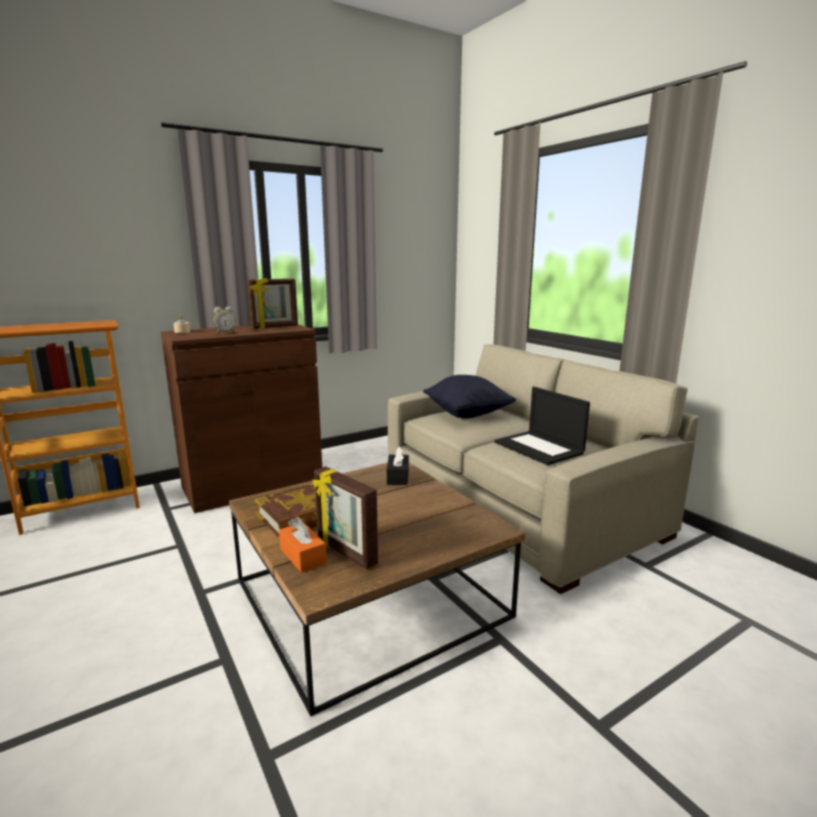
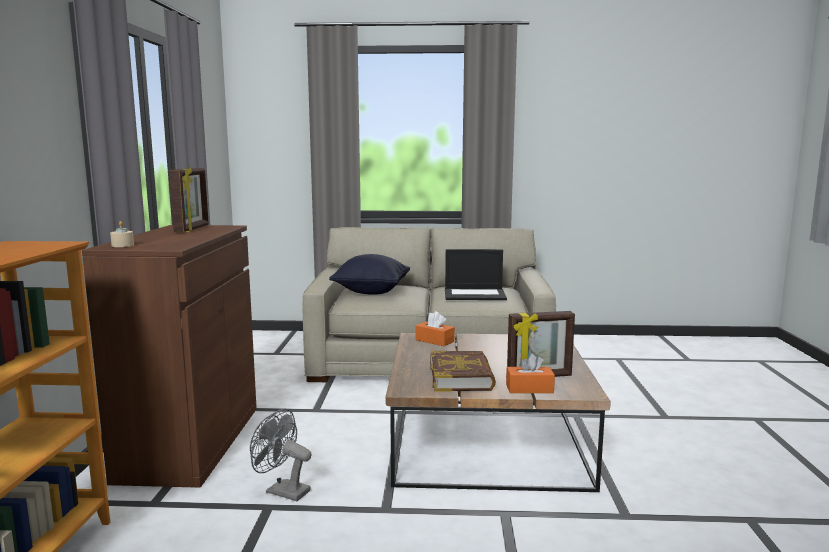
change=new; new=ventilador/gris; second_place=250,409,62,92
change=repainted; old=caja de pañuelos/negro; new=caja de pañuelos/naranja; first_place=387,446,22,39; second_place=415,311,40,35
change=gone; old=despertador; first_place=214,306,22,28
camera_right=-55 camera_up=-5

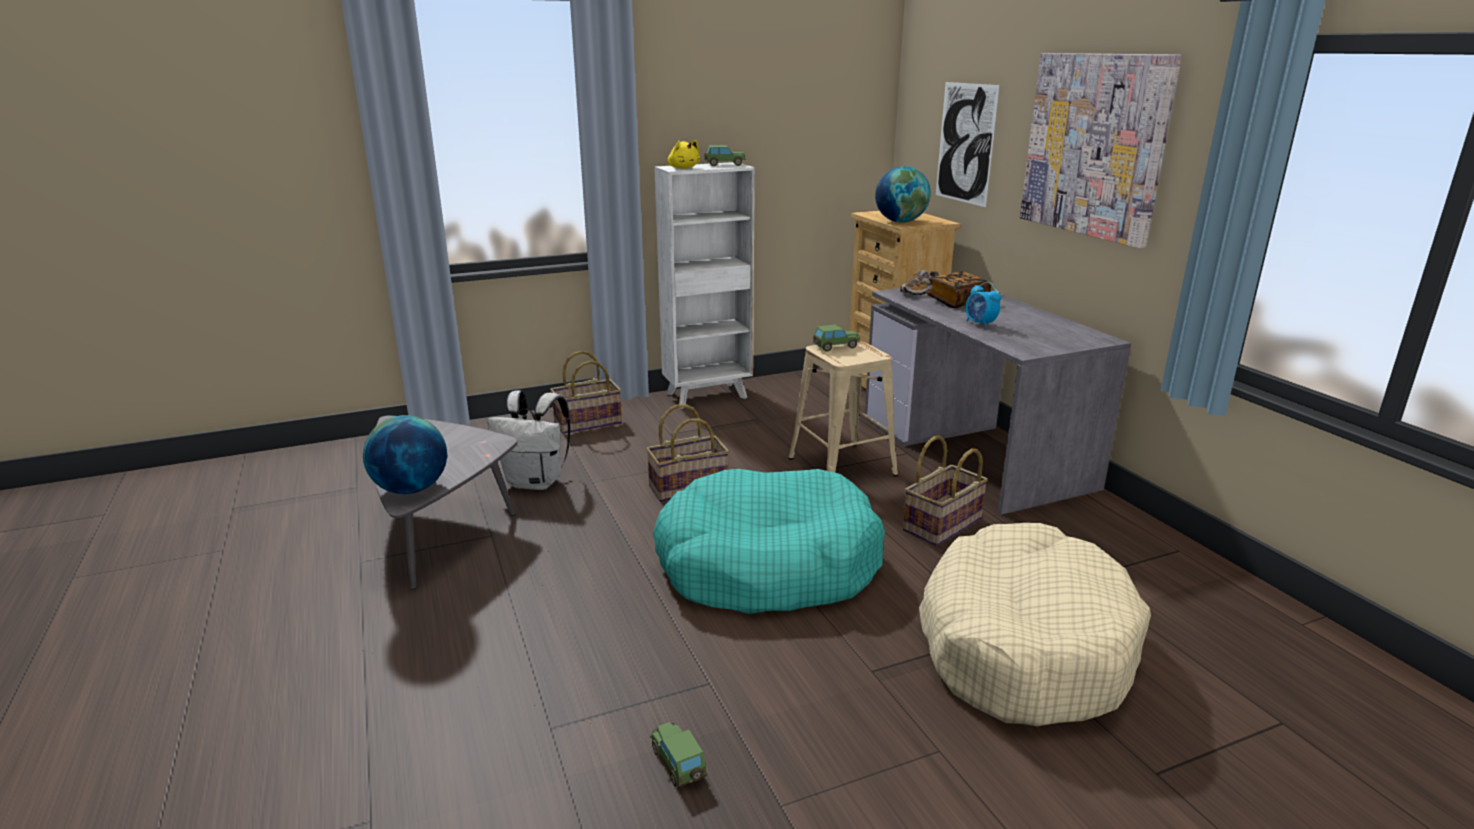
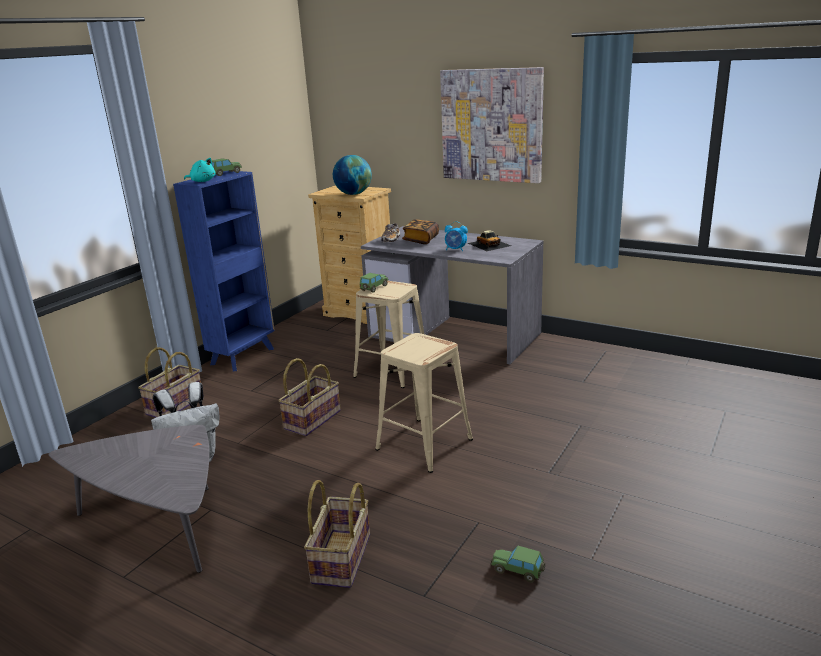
change=repainted; old=estantería/blanco; new=estantería/azul; first_place=654,162,101,247; second_place=173,171,102,201
change=repainted; old=peluche/amarillo; new=peluche/turquesa; first_place=668,140,32,29; second_place=184,158,31,24
change=shifted; old=cesta; first_place=903,435,85,111; second_place=304,480,66,108
change=swapped; old=cama para perro/turquesa; new=taburete/beis; first_place=653,469,232,145; second_place=375,333,98,140
change=new; new=coche de juguete; second_place=468,230,43,21
change=gone; old=globo terráqueo; first_place=363,415,84,79
change=gone; old=cama para perro/beis; first_place=919,523,232,203
change=gone; old=cuadro; first_place=936,82,64,125
camera_right=-35 camera_up=0

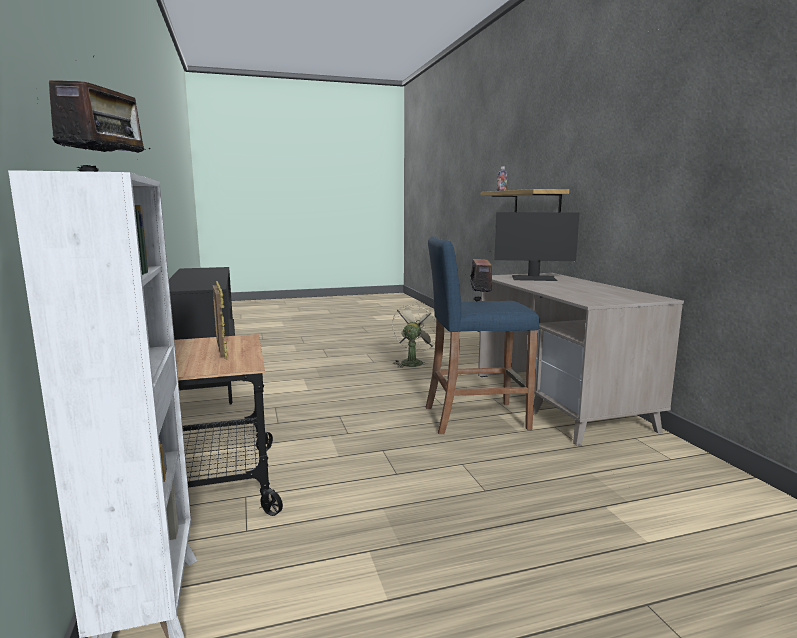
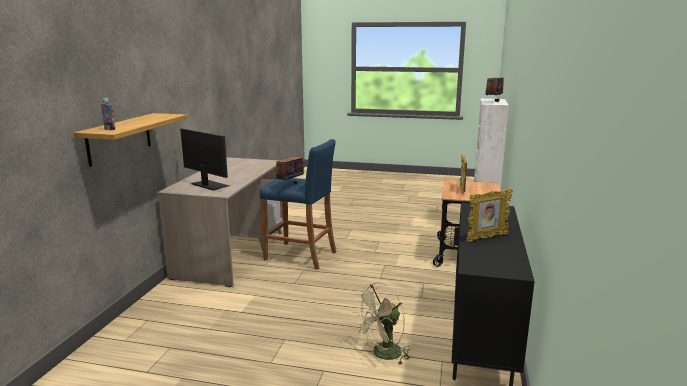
change=shifted; old=ventilador/beis; first_place=392,302,44,66; second_place=353,282,57,84
change=new; new=portarretratos; second_place=466,188,47,54
camera_right=-150 camera_up=5

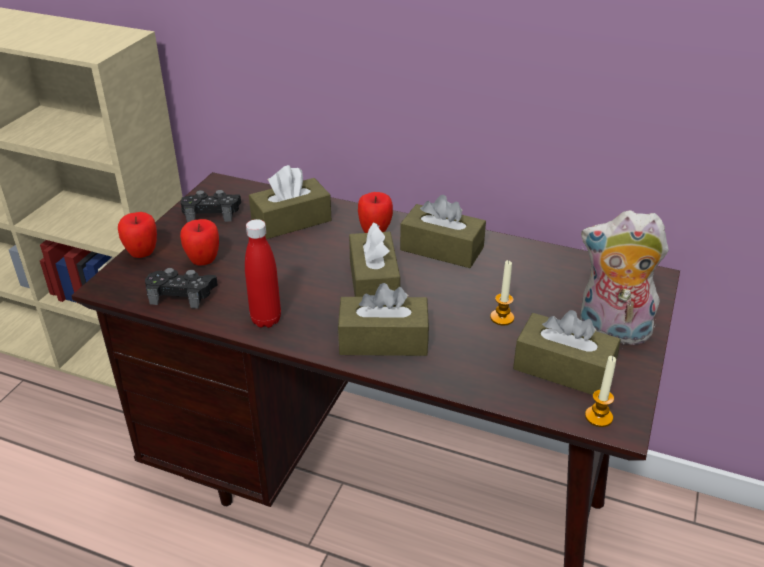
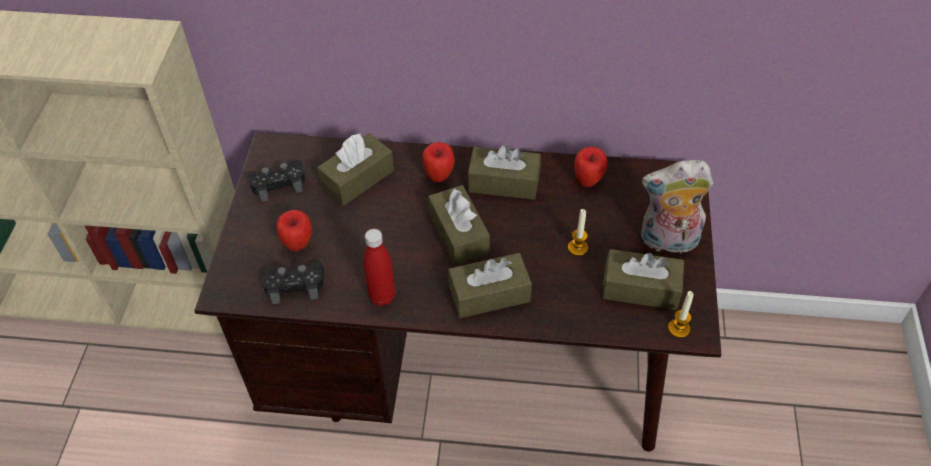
change=shifted; old=manzana; first_place=118,212,39,46; second_place=574,147,33,40
camera_right=-15 camera_up=15

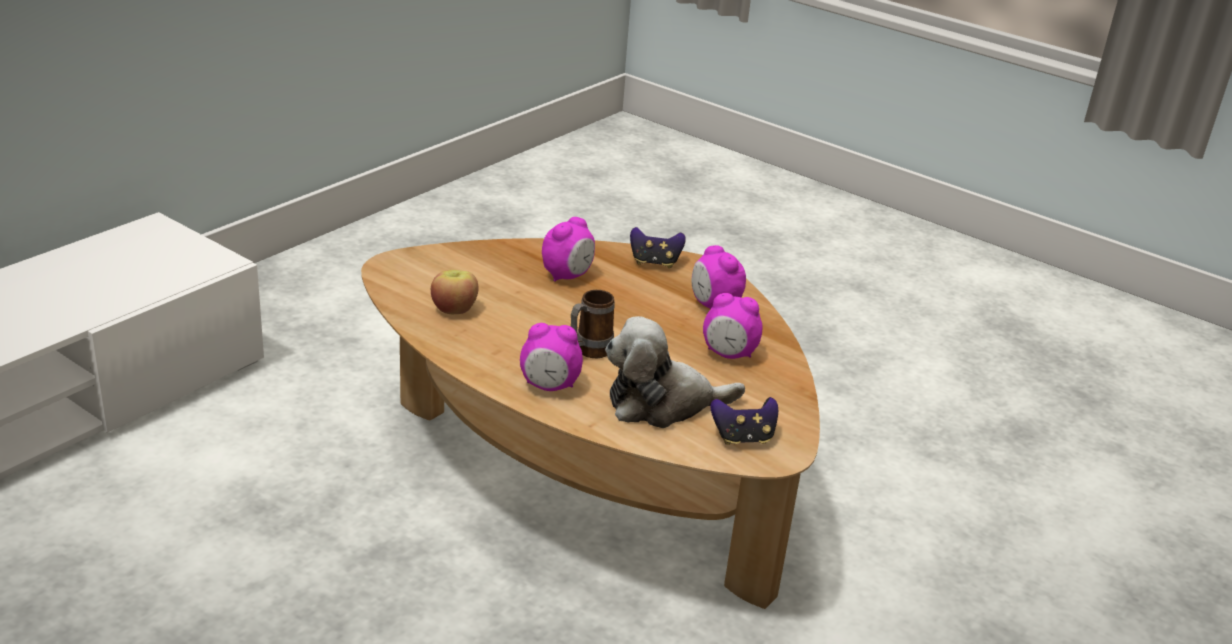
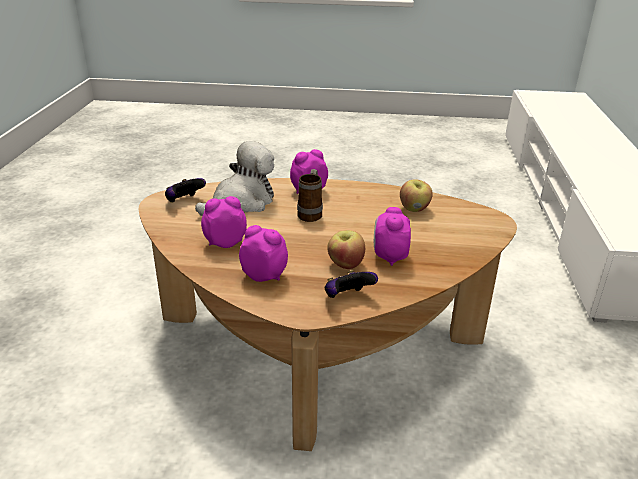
change=new; new=manzana; second_place=327,230,38,39
camera_right=150 camera_up=0

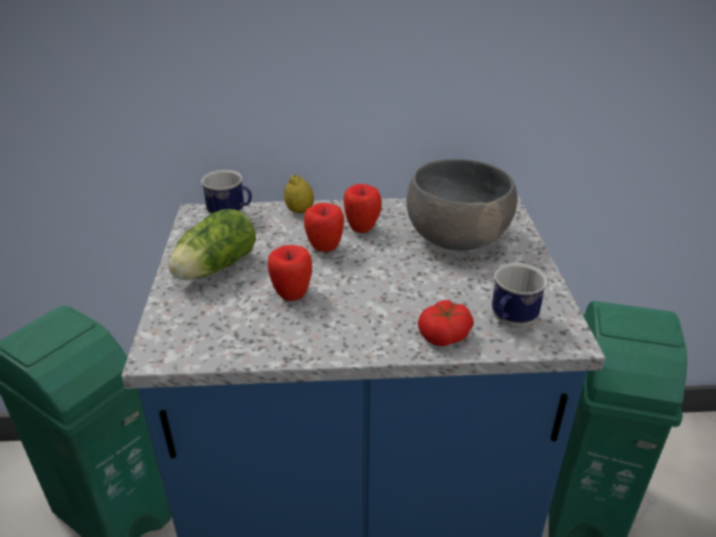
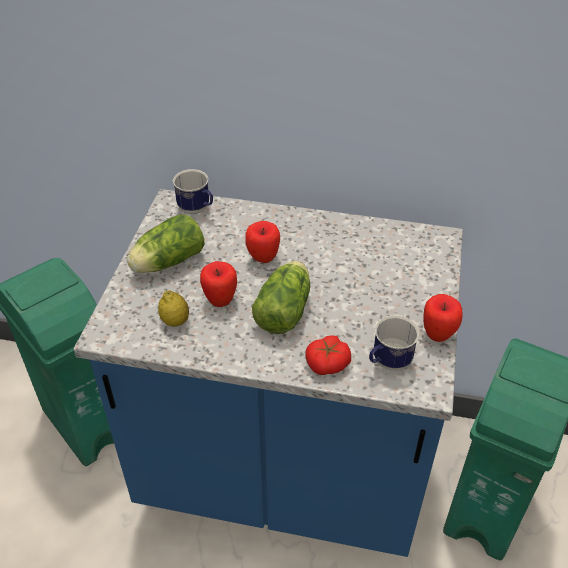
change=shifted; old=limón; first_place=284,175,30,38; second_place=158,290,31,37
change=new; new=lechuga; second_place=252,261,58,73
change=shifted; old=manzana; first_place=344,184,37,49; second_place=423,294,40,48
change=gone; old=cuenco/gris; first_place=406,159,111,92
camera_right=15 camera_up=10

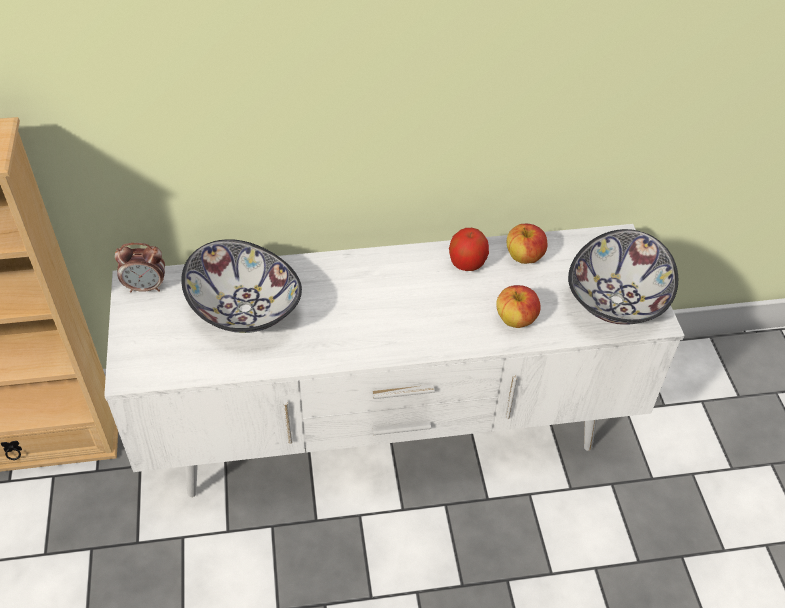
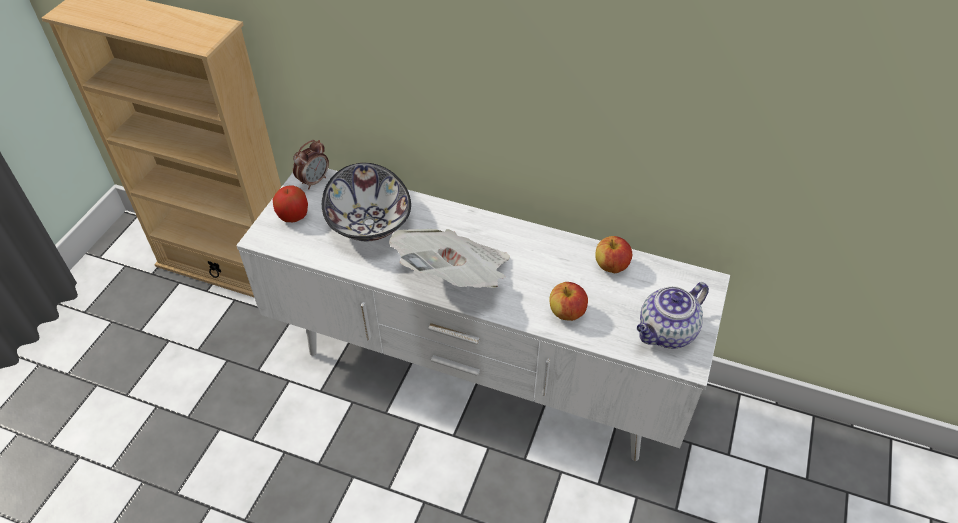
change=shifted; old=manzana; first_place=449,228,40,43; second_place=273,186,35,36
change=rotated; old=despertador; first_place=115,243,50,50; second_place=293,140,36,50; degrees=-75
change=new; new=periódico; second_place=389,229,121,59
change=swapped; old=cuenco; new=tetera; first_place=568,229,110,96; second_place=637,282,72,67
camera_right=30 camera_up=0

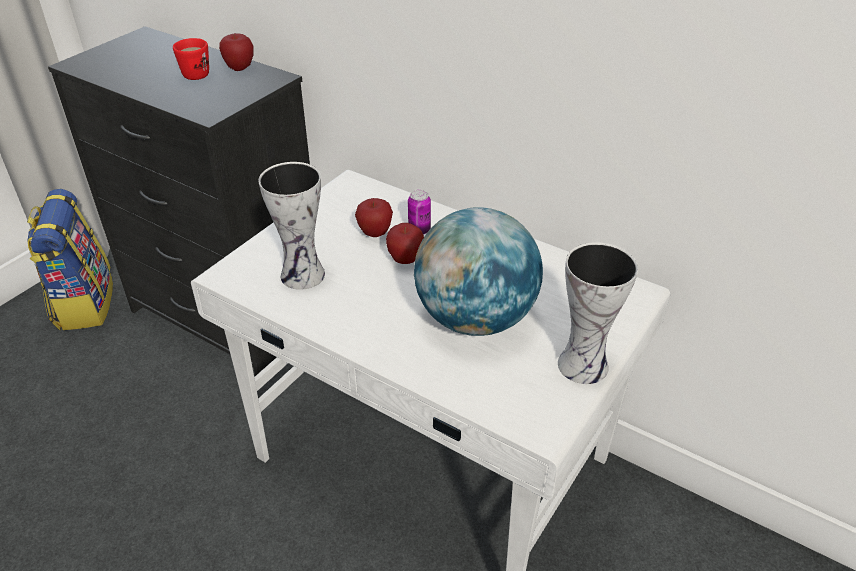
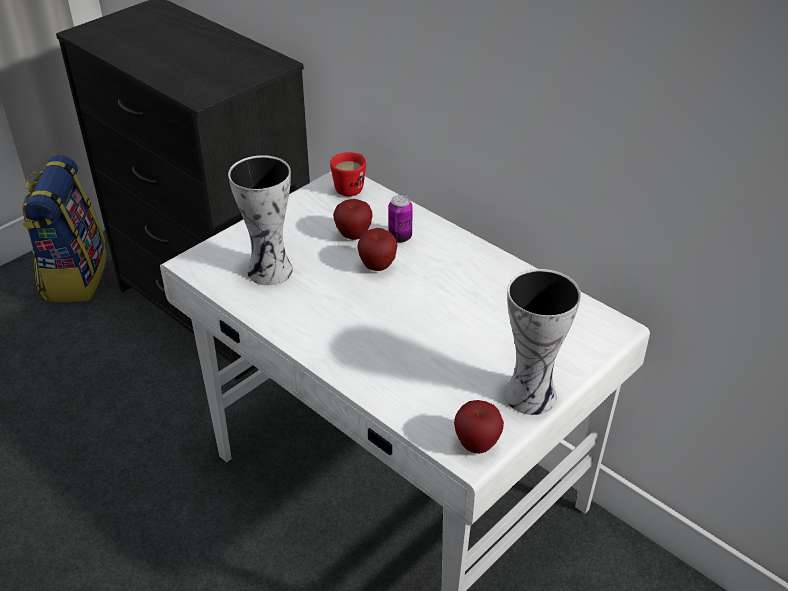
change=shifted; old=taza grande/rojo; first_place=173,38,36,42; second_place=330,152,36,44
change=shifted; old=manzana; first_place=219,33,35,38; second_place=454,400,50,54
change=gone; old=globo terráqueo; first_place=414,207,129,129
camera_right=10 camera_up=0

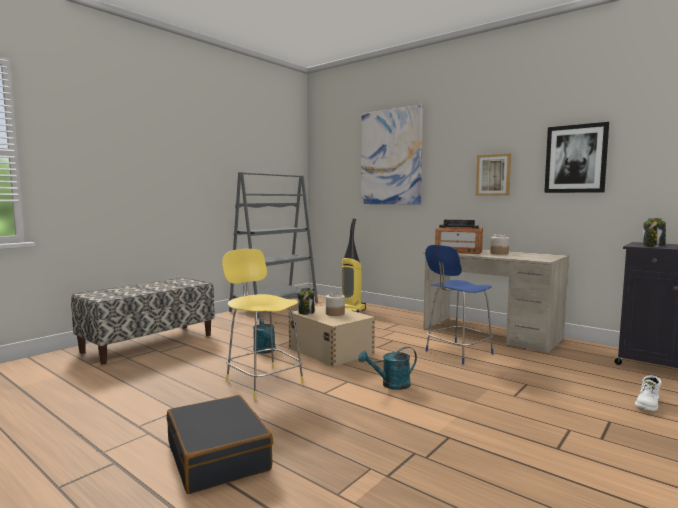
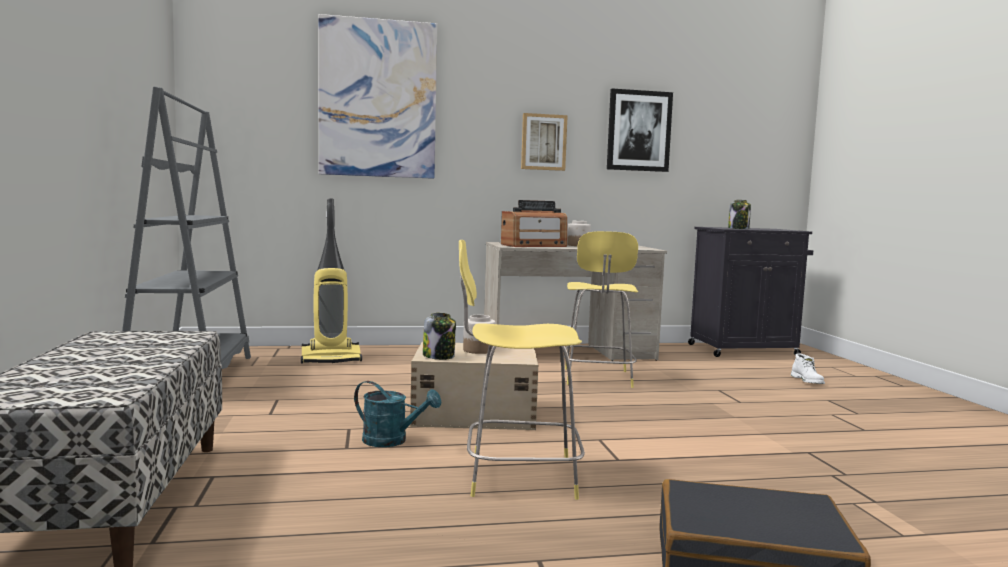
change=repainted; old=taburete/azul; new=taburete/amarillo; first_place=425,245,68,119; second_place=564,231,74,157
change=gone; old=regadera/turquesa; first_place=358,347,59,43
camera_right=-50 camera_up=0

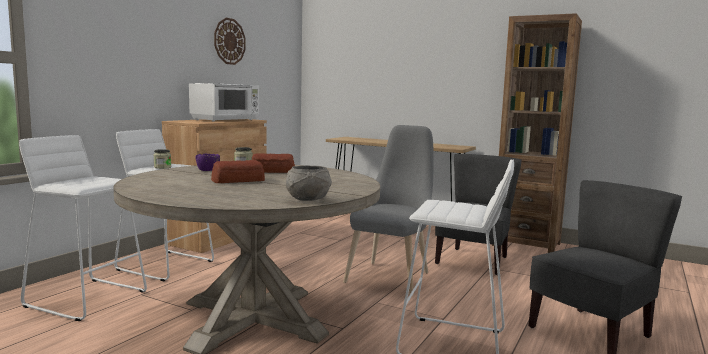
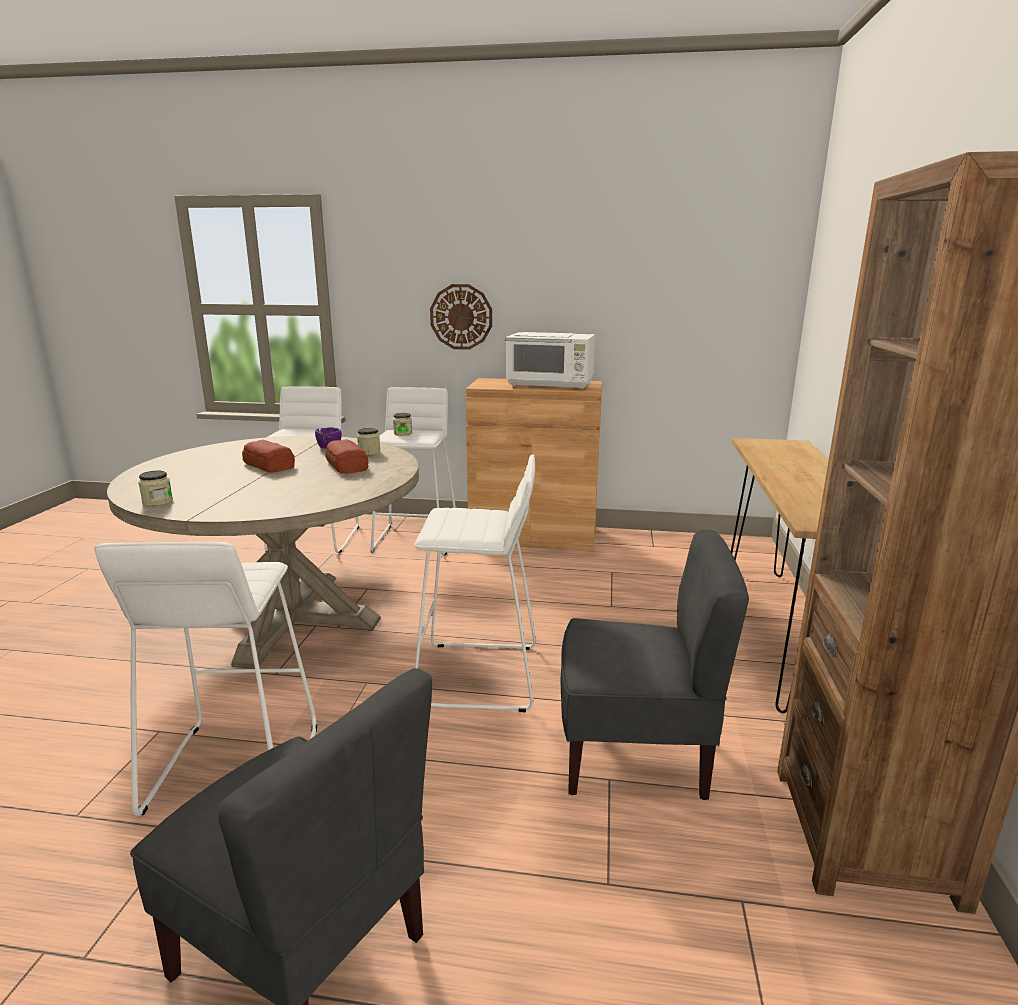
change=swapped; old=cuenco/gris; new=tarro; first_place=286,166,46,35; second_place=139,471,34,36
change=swapped; old=silla/gris; new=taburete/blanco; first_place=343,125,91,169; second_place=414,454,122,258
change=shifted; old=reloj de pared; first_place=214,18,32,47; second_place=430,284,62,66
camera_right=70 camera_up=10

